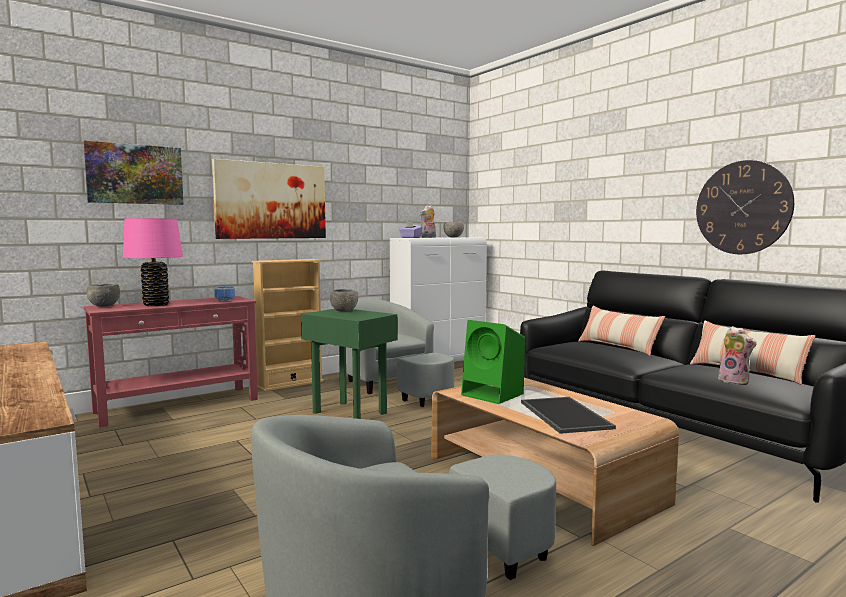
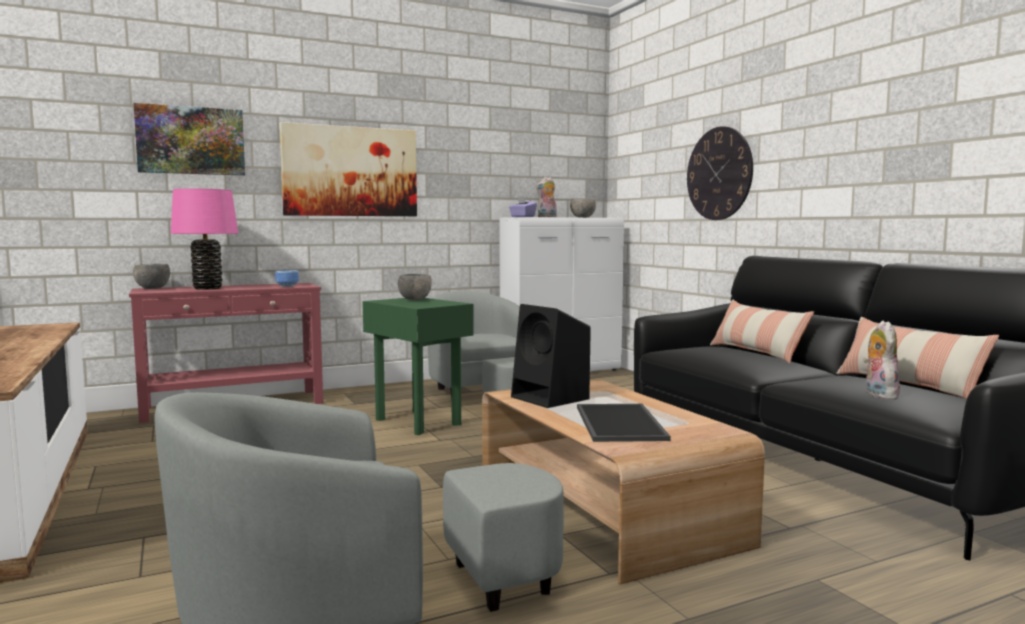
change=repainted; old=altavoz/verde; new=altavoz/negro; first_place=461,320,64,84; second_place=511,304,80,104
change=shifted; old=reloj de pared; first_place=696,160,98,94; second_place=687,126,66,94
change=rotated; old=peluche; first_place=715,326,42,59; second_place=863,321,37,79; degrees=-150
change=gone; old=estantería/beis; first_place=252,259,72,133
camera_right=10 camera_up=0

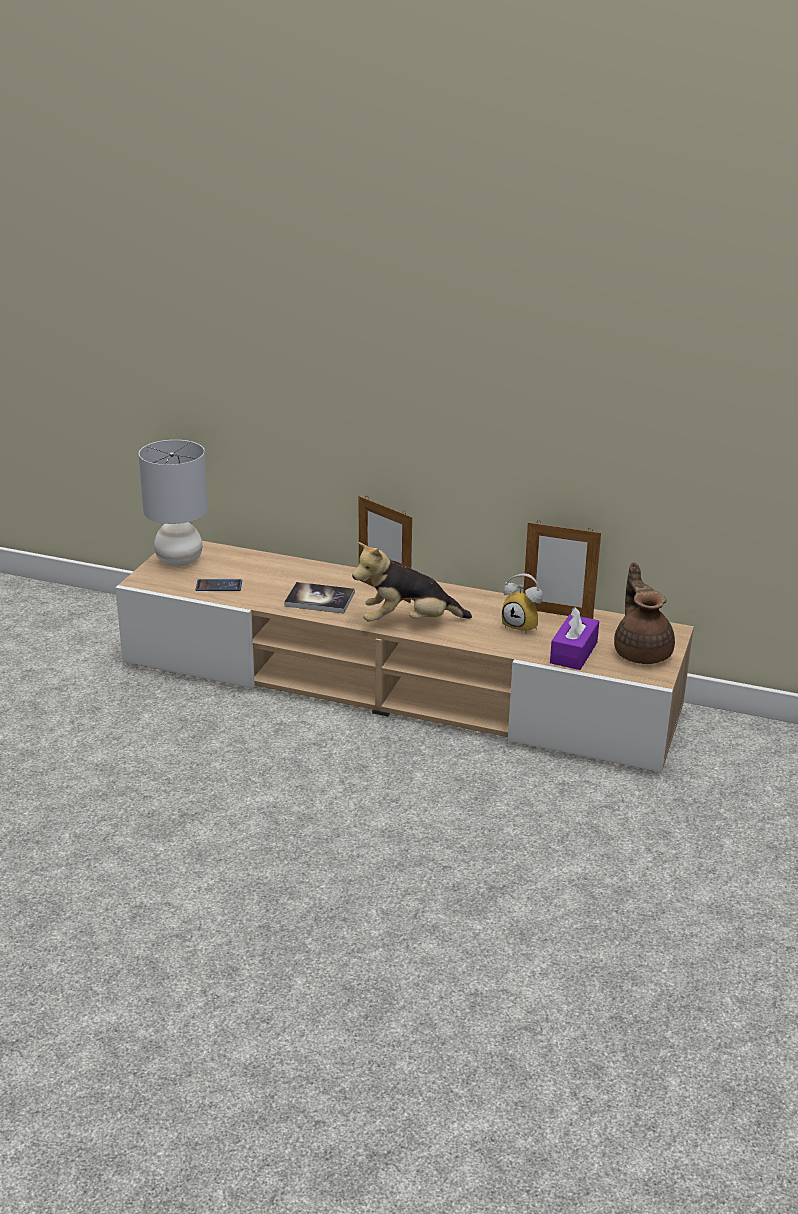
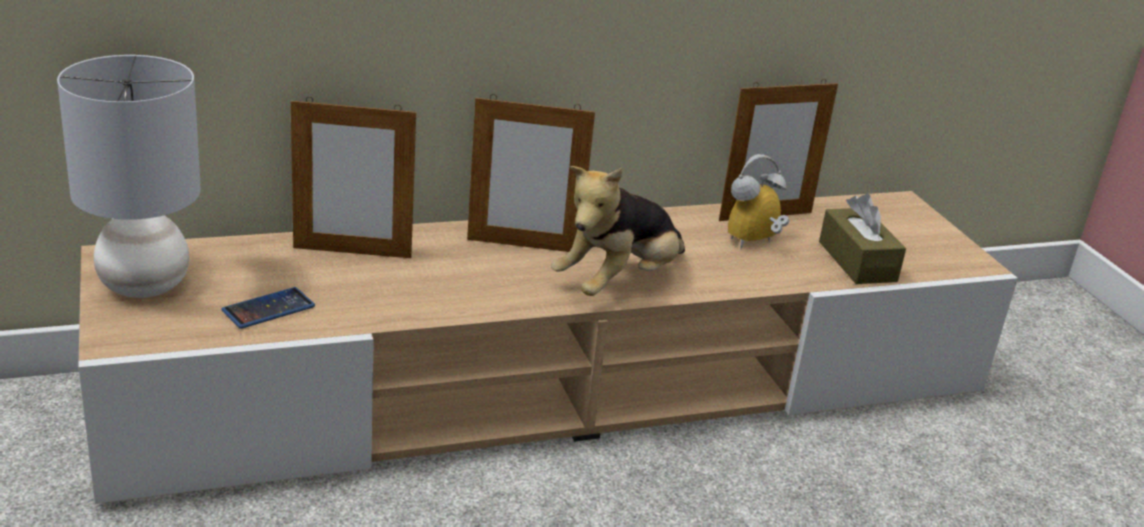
change=new; new=portarretratos; second_place=291,97,125,161
change=rotated; old=despertador; first_place=502,573,41,61; second_place=728,154,62,95; degrees=150
change=repainted; old=caja de pañuelos/morado; new=caja de pañuelos/marrón; first_place=550,607,49,63; second_place=819,194,87,90
change=gone; old=libro; first_place=284,582,71,31
change=gone; old=tetera/marrón; first_place=614,562,61,102
camera_right=-40 camera_up=0

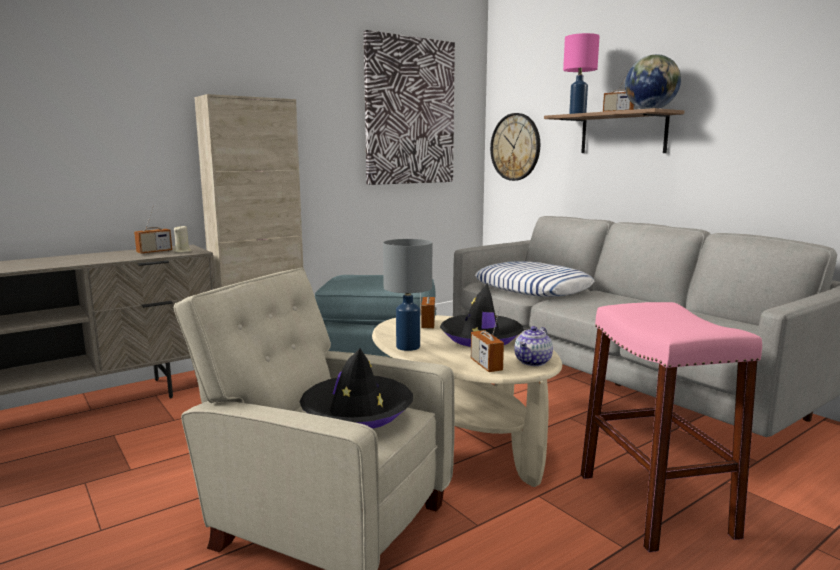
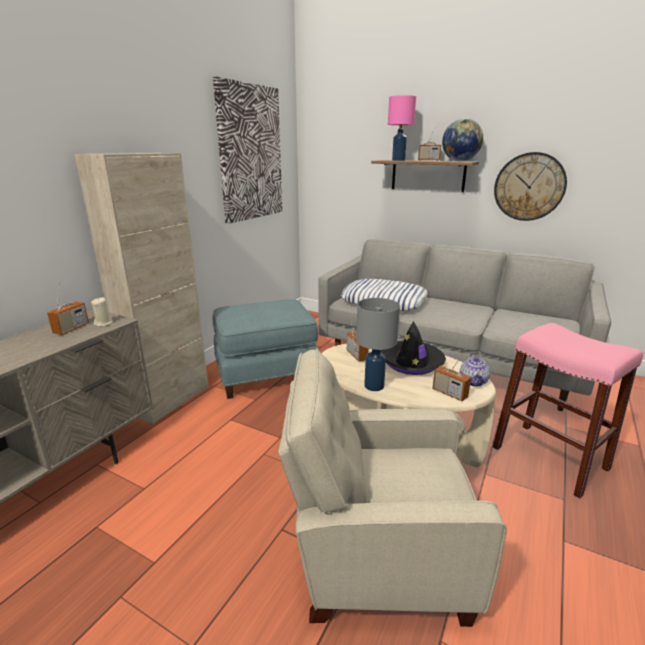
change=shifted; old=reloj de pared; first_place=490,113,50,68; second_place=494,152,73,69
change=gone; old=sombrero/negro; first_place=299,348,114,81
camera_right=-25 camera_up=10

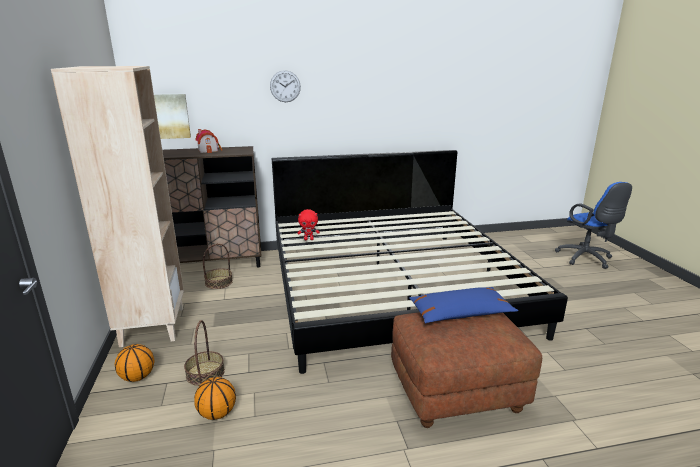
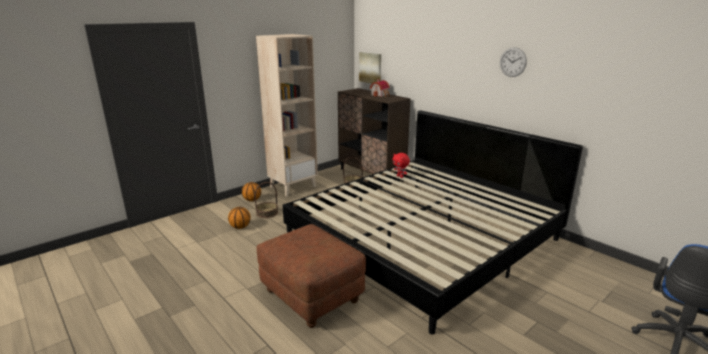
change=shifted; old=reloj de pared; first_place=270,70,31,32; second_place=500,47,27,30
change=gone; old=cojín/azul; first_place=409,287,109,36
camera_right=60 camera_up=0

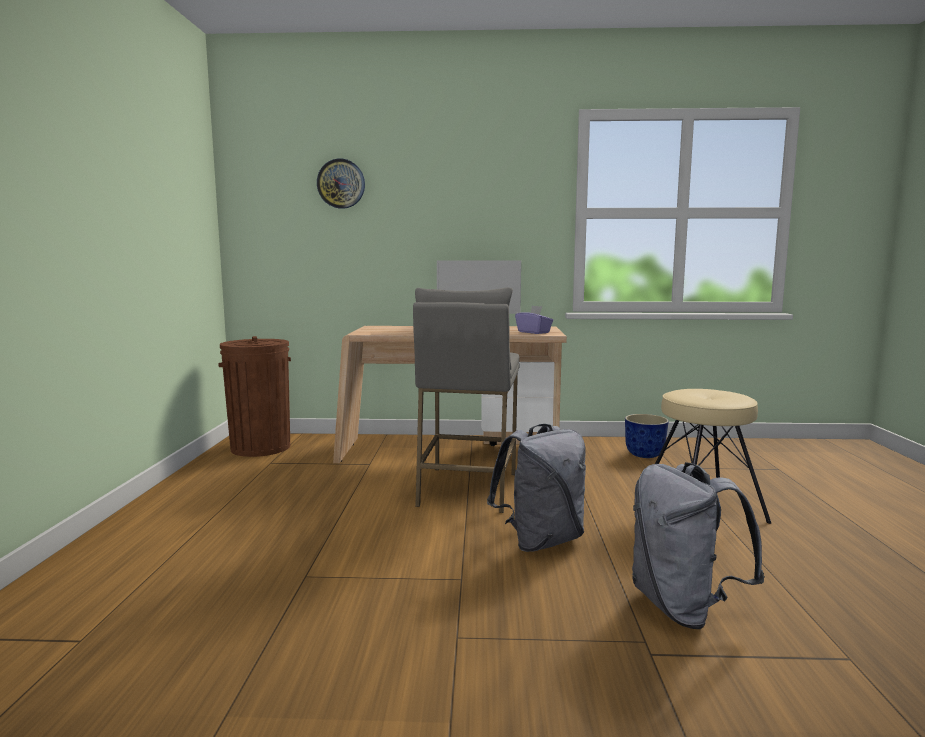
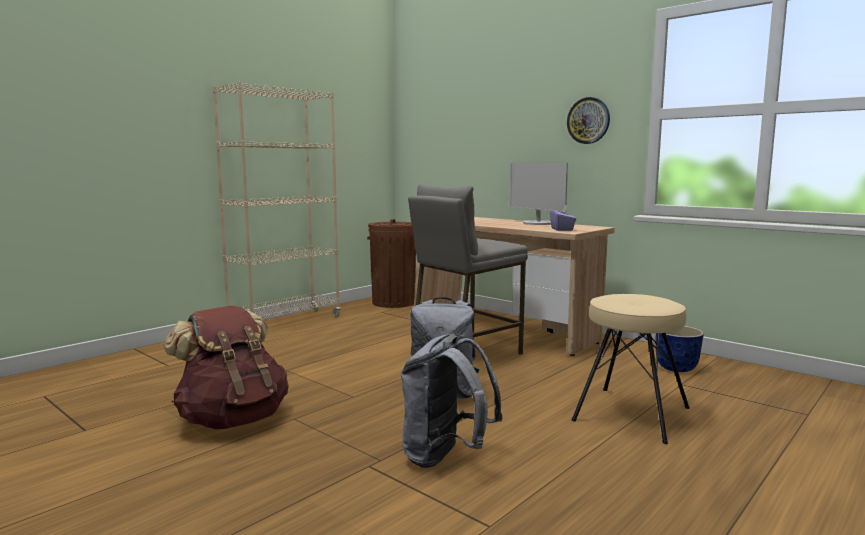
change=new; new=mochila/marrón; second_place=163,306,126,123
change=new; new=estantería/beis; second_place=212,82,129,237
change=shifted; old=reloj de pared; first_place=317,159,48,50; second_place=567,97,43,47
camera_right=40 camera_up=0

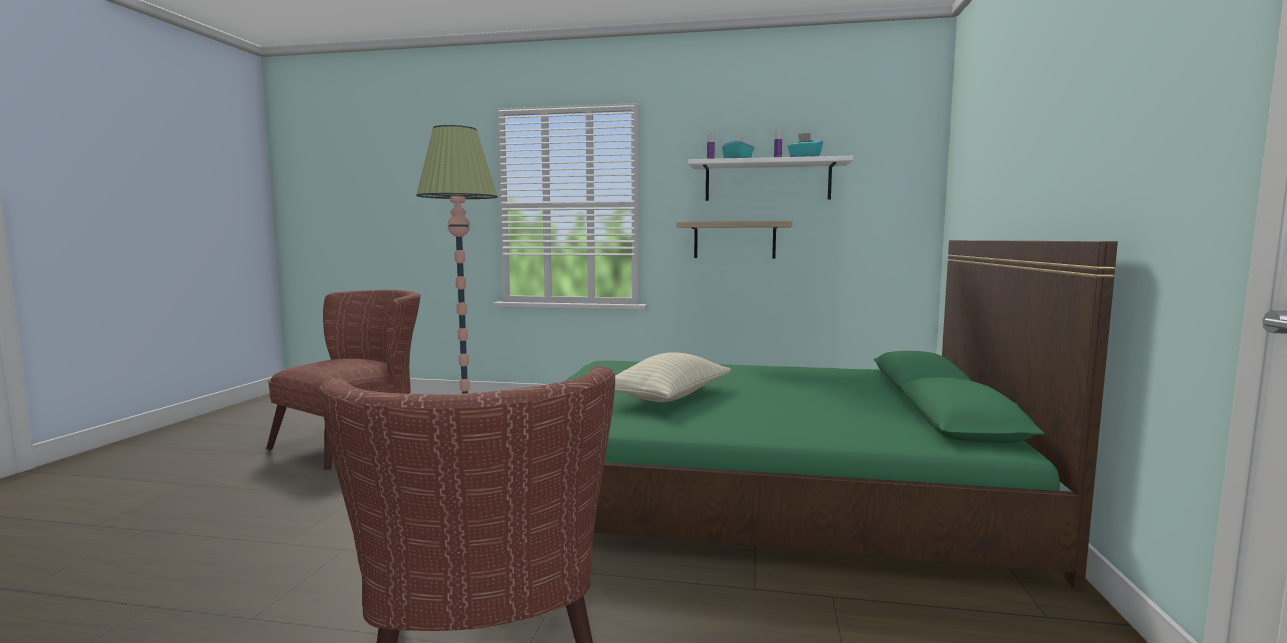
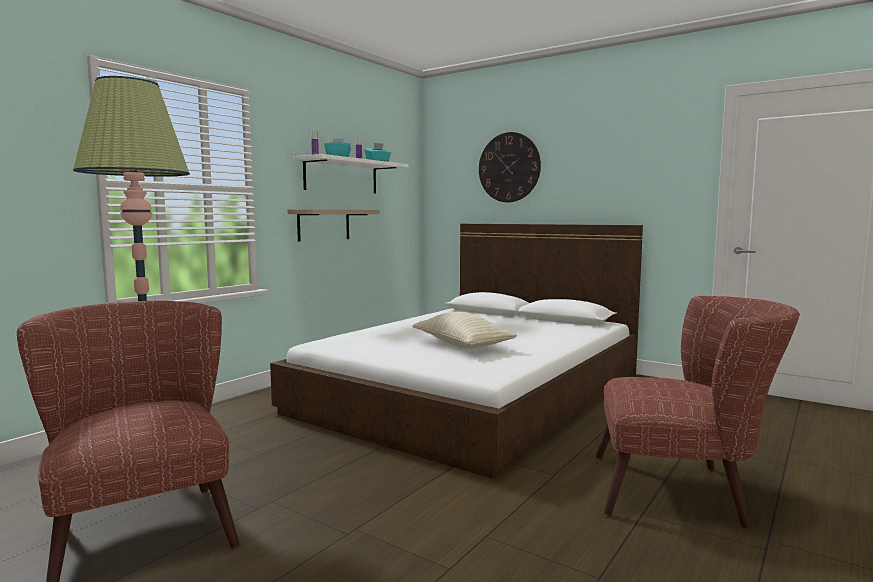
change=repainted; old=cama/verde; new=cama/blanco; first_place=565,240,553,350; second_place=270,224,373,255
change=new; new=reloj de pared; second_place=479,132,62,70
camera_right=-65 camera_up=0

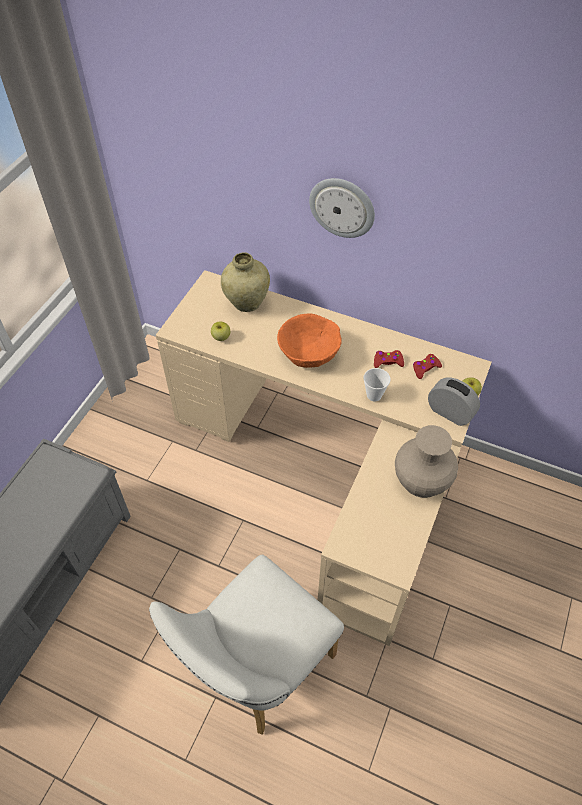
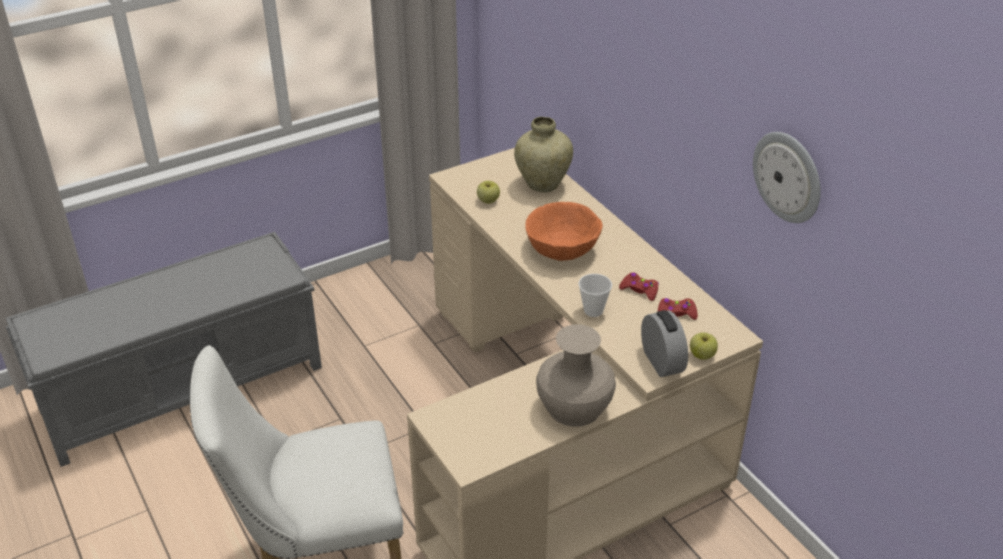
change=shifted; old=reloj de pared; first_place=309,178,66,60; second_place=753,132,68,91
camera_right=35 camera_up=-15

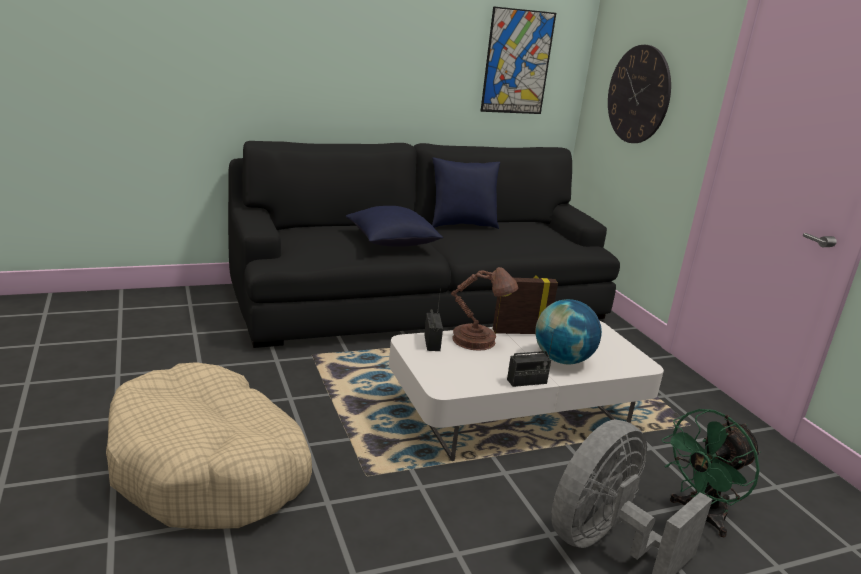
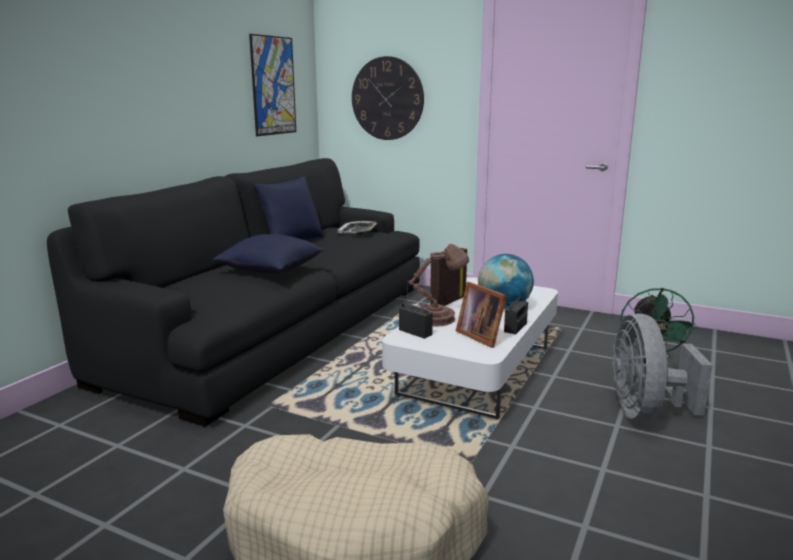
change=new; new=bandeja; second_place=337,221,41,14
change=new; new=portarretratos; second_place=456,282,51,66
camera_right=-40 camera_up=-5

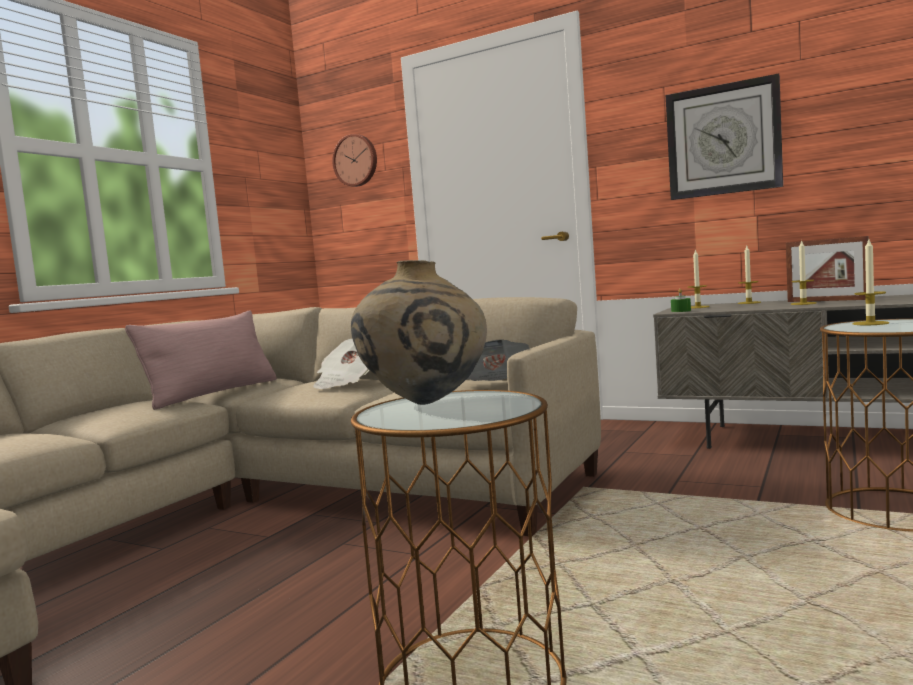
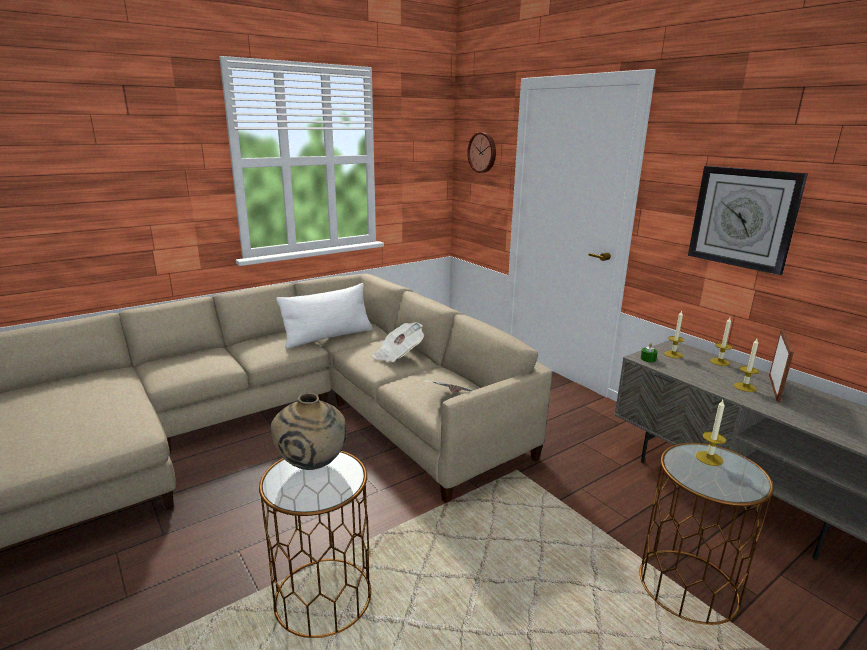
change=repainted; old=cojín/rosa; new=cojín/blanco; first_place=125,311,152,99; second_place=276,283,96,66
change=rotated; old=portarretratos; first_place=786,236,83,66; second_place=769,329,25,73; degrees=-135
camera_right=25 camera_up=15

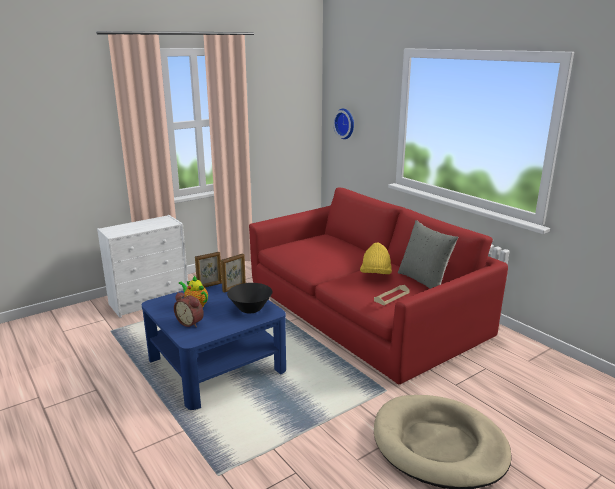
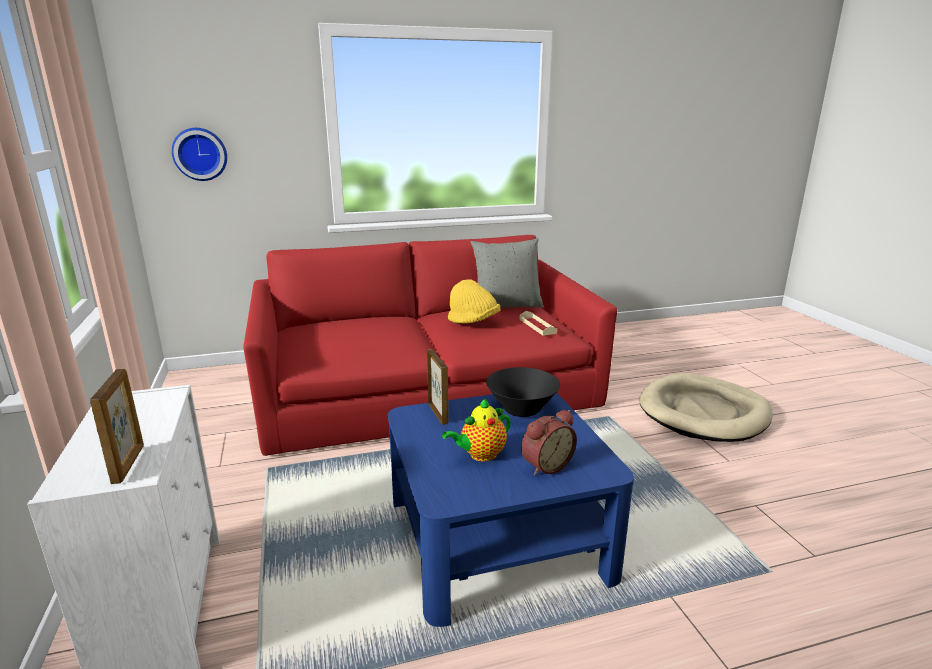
change=shifted; old=portarretratos; first_place=195,252,27,36; second_place=90,369,54,115
camera_right=-70 camera_up=0

